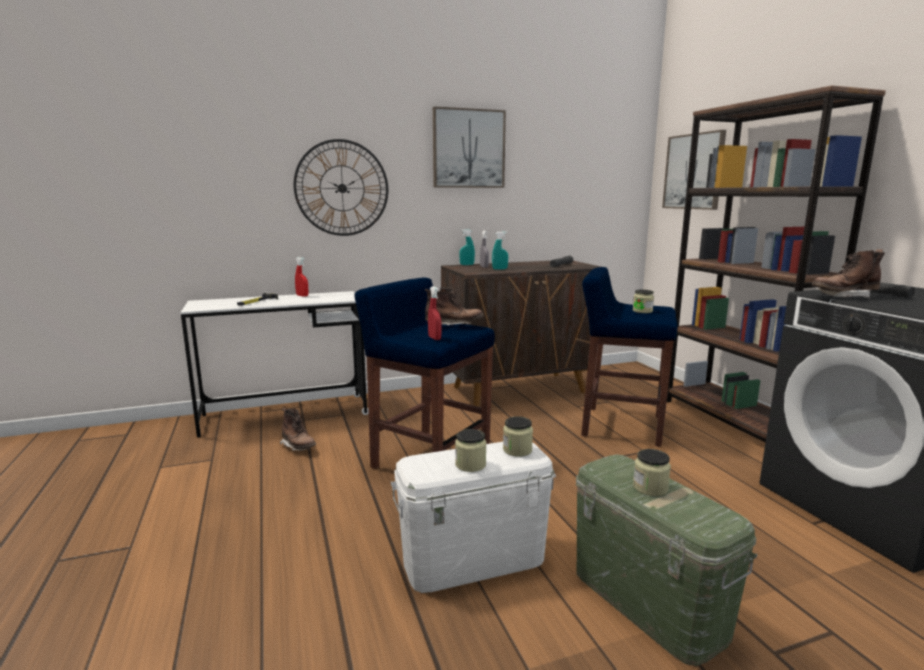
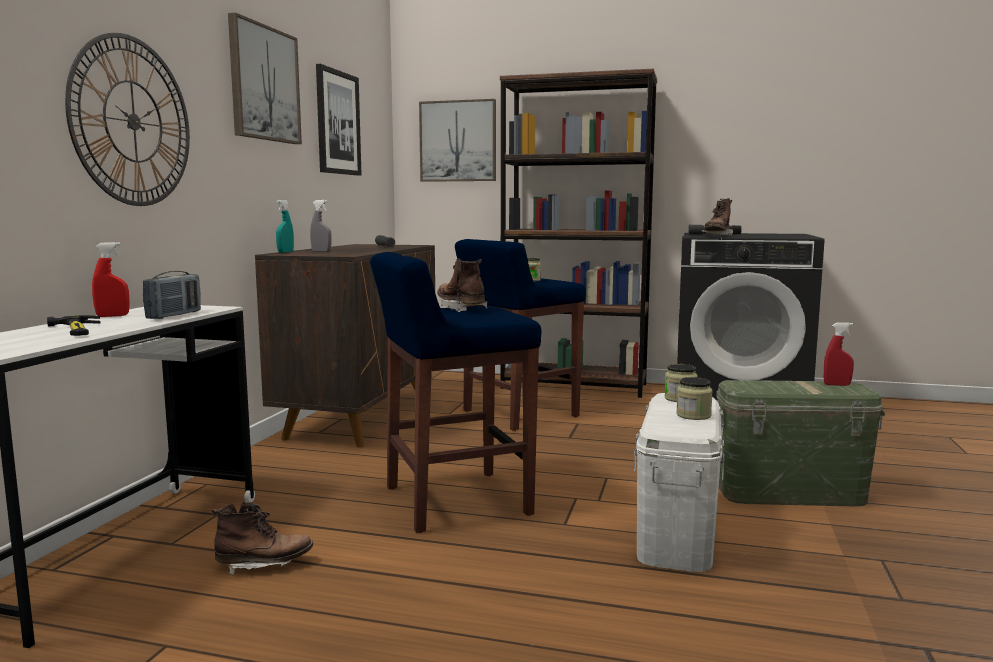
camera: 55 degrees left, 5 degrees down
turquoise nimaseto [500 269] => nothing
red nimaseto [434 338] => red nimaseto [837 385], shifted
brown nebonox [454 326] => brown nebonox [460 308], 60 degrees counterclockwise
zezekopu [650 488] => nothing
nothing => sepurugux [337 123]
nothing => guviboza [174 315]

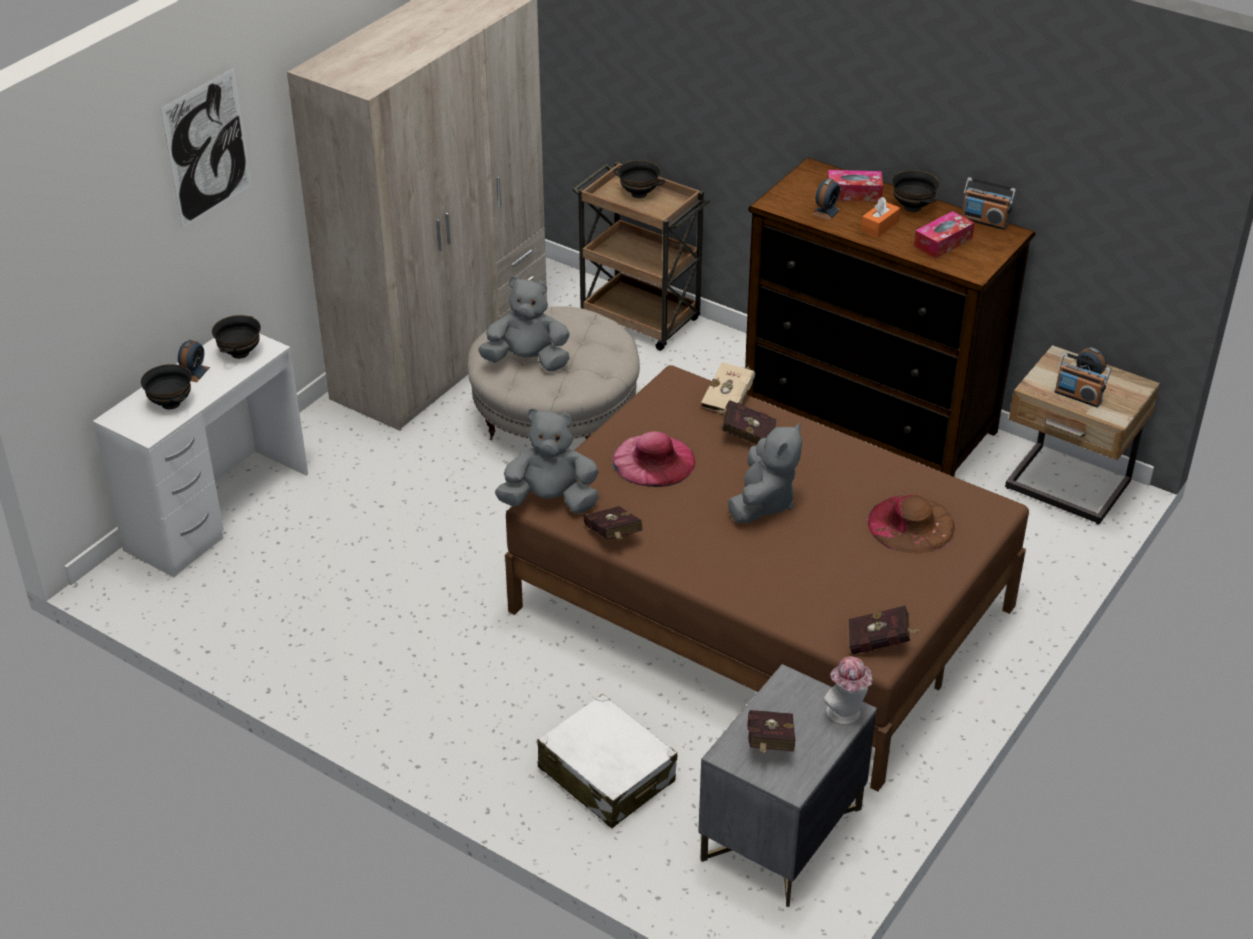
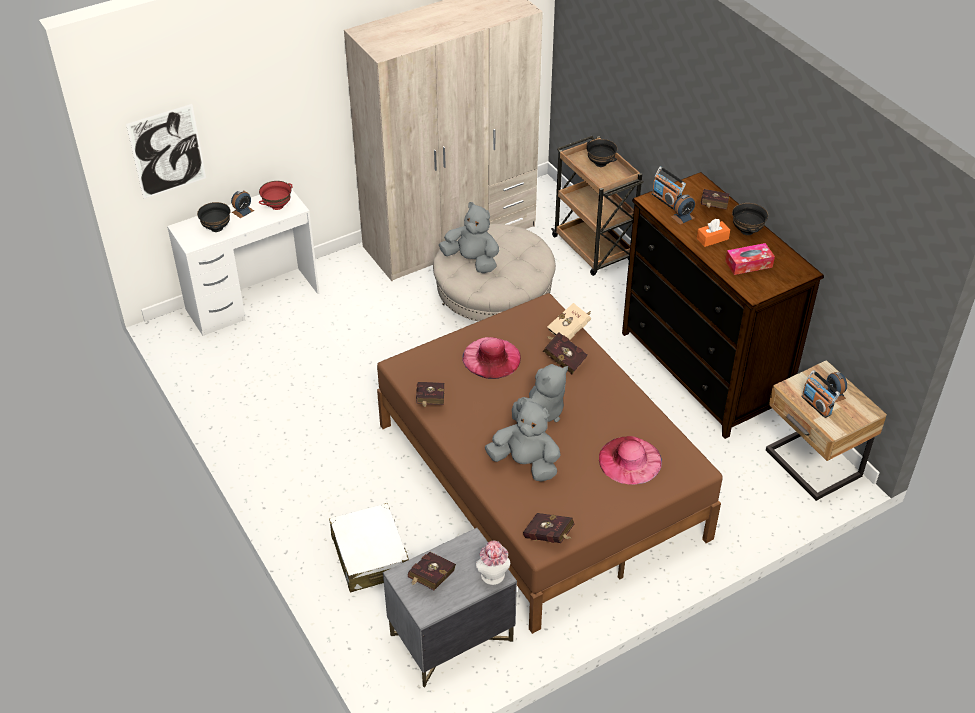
camera: 25 degrees right, 5 degrees up
sepurugux [207 148] => sepurugux [167 151], shifted
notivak [854 193] => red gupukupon [713 208]
guviboza [984 221] => guviboza [666 200], shifted
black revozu [240 353] => red revozu [277 206]
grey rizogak [550 501] => grey rizogak [525 464], shifted
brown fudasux [911 524] => pink fudasux [630 460]

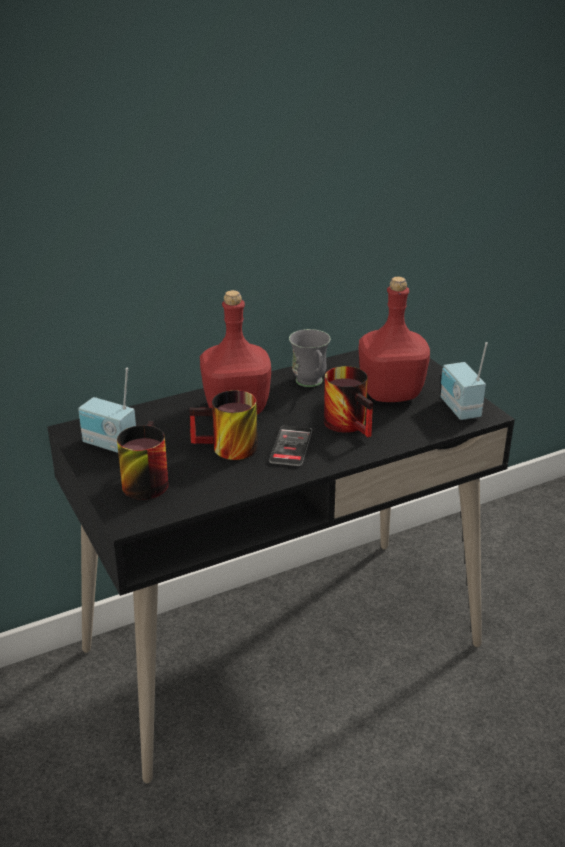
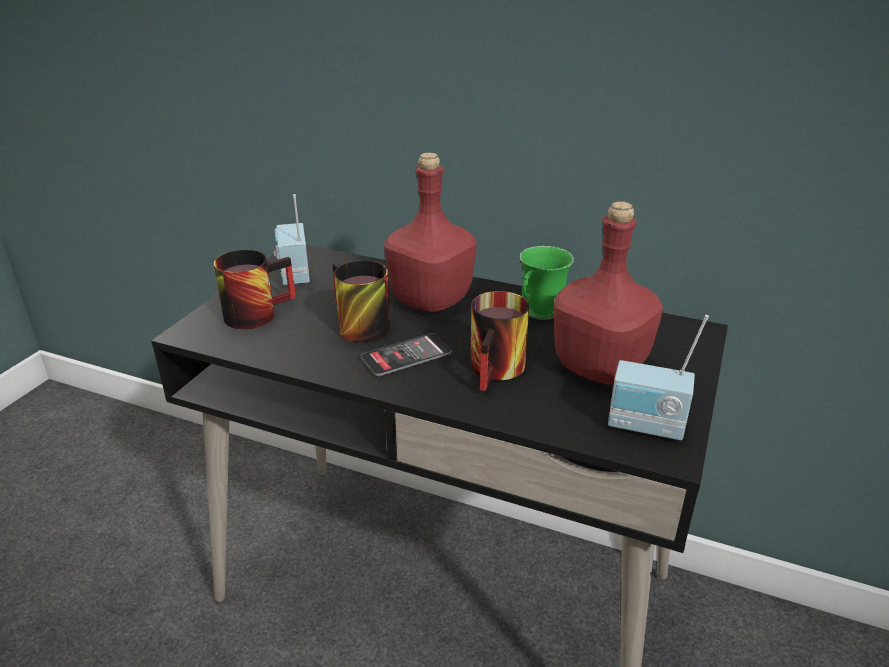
camera: 50 degrees right, 0 degrees up
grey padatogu [311 384] => green padatogu [537 315]
guviboza [458 409] => guviboza [645 427], 105 degrees counterclockwise

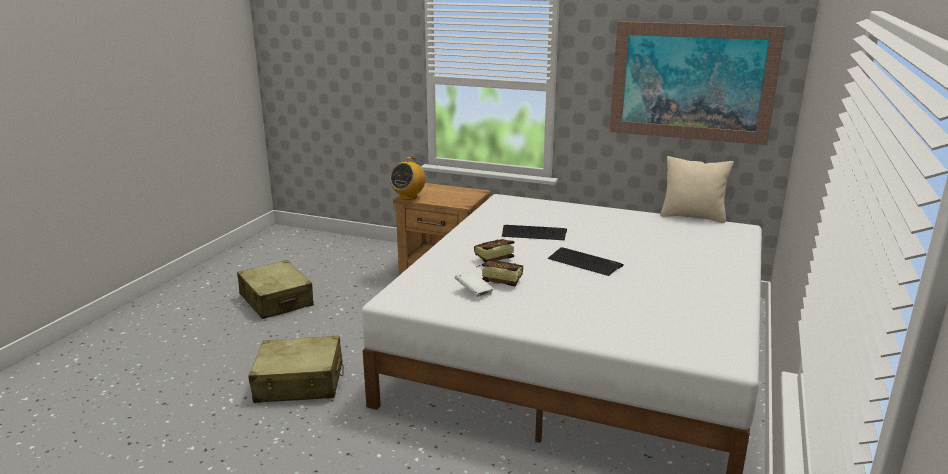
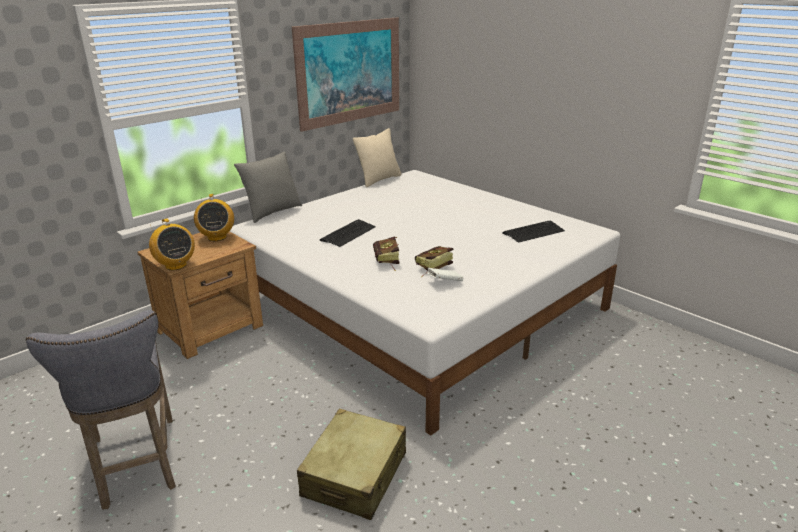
camera: 65 degrees left, 5 degrees up
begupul [584 262] => begupul [533 232], shifted
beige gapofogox [276 300] => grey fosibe [136 466]
nothing => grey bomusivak [272 212]
nothing => guviboza [217 237]

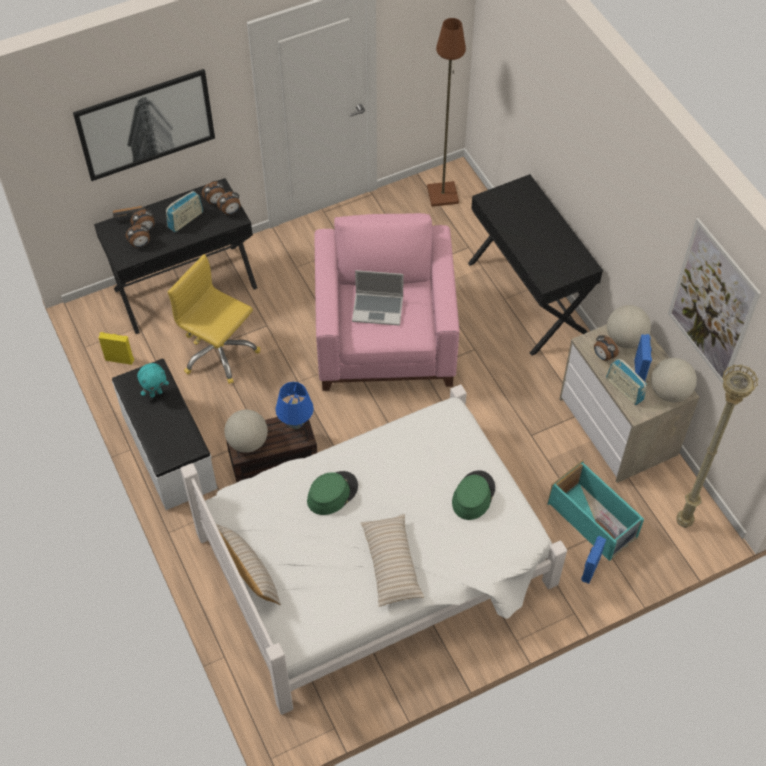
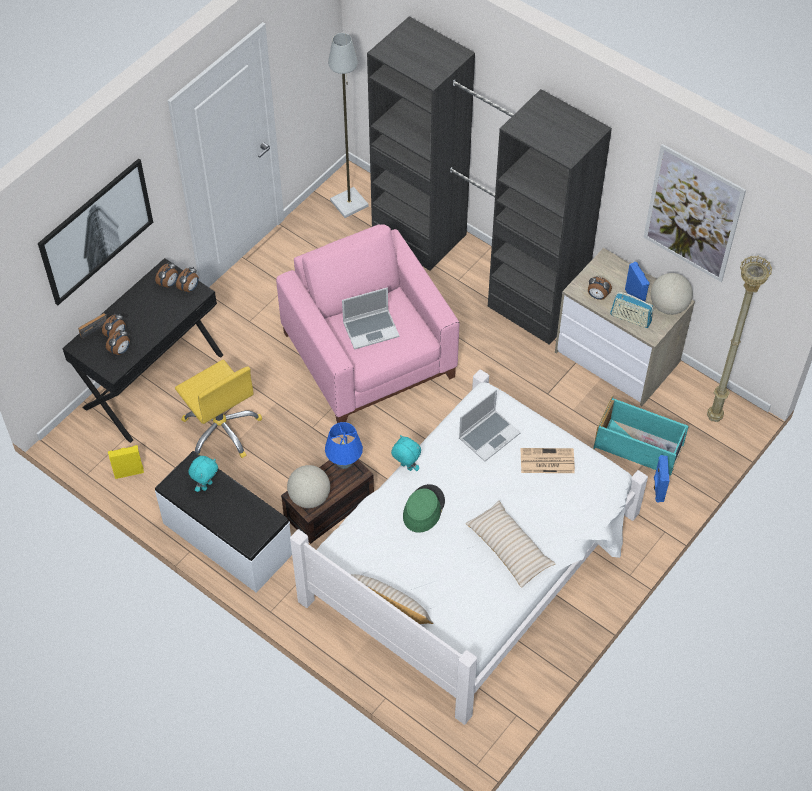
camera: 25 degrees left, 0 degrees up
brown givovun [443 194] => grey givovun [349 203]
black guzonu [527 296] => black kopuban [477 270]
guviboza [185 220] => nothing
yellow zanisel [219 353] => yellow zanisel [222 429], 135 degrees counterclockwise
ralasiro [625 339] => nothing
green fudasux [473 495] => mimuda [546 461]
nothing => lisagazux [489 435]
nothing => turquoise rizogak [406 467]

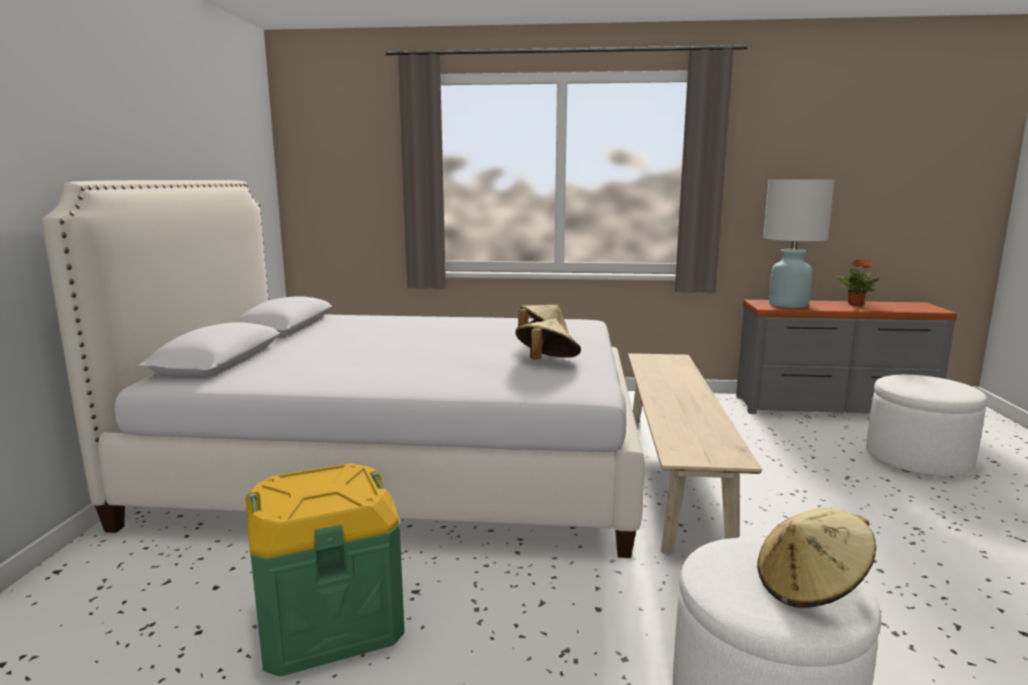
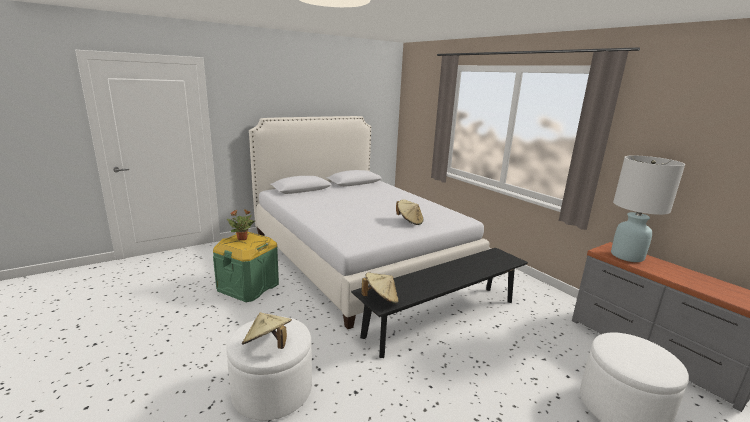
camera: 50 degrees right, 5 degrees up
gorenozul [855 304] => gorenozul [242 238], shifted
beige fudasux [546 362] => beige fudasux [381 299], shifted
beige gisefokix [673 475] => black gisefokix [442 318]

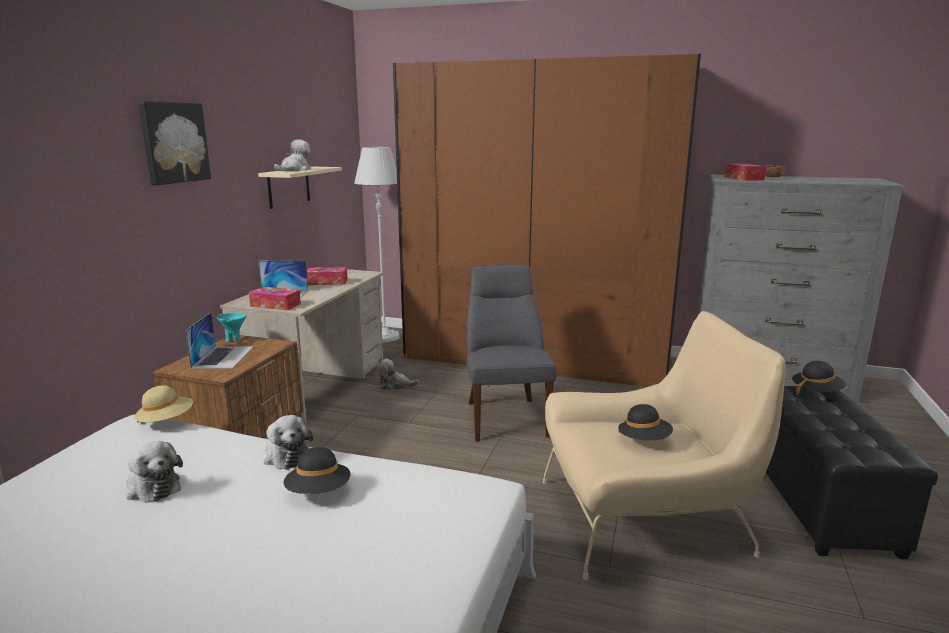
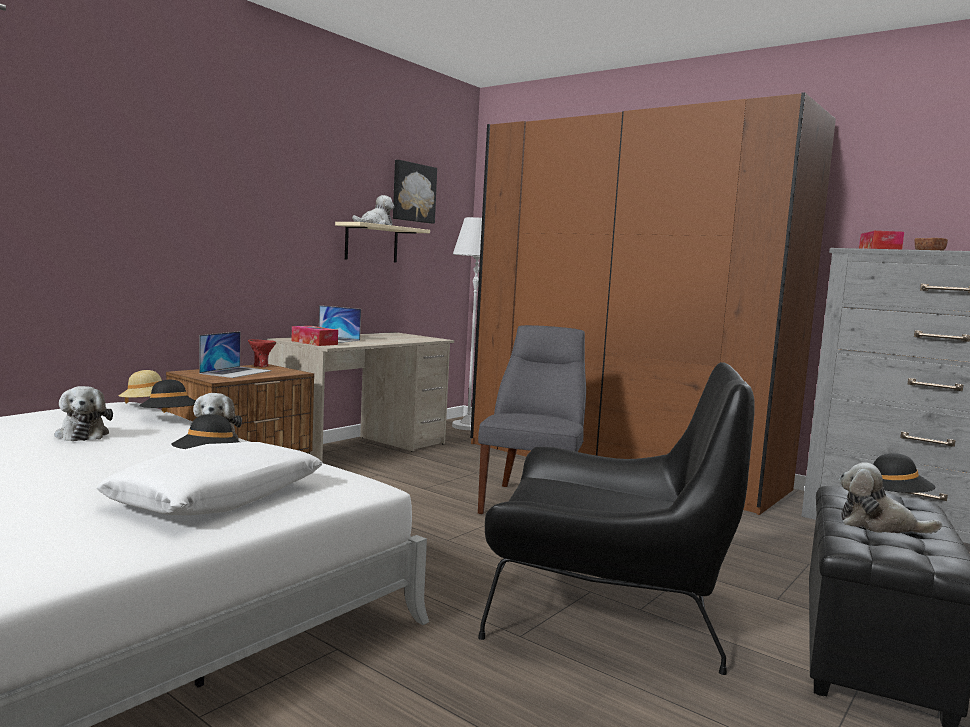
camera: 20 degrees right, 10 degrees down
sepurugux [173 142] => sepurugux [413 192], shifted
notivak [327 282] => nothing
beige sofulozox [643 518] => black sofulozox [606 609]
turquoise revozu [234 340] => red revozu [261 366]
rizogak [395 385] => rizogak [878 525], shifted
black fudasux [644 440] => black fudasux [169 418], shifted
nothing => white bomusivak [218 497]

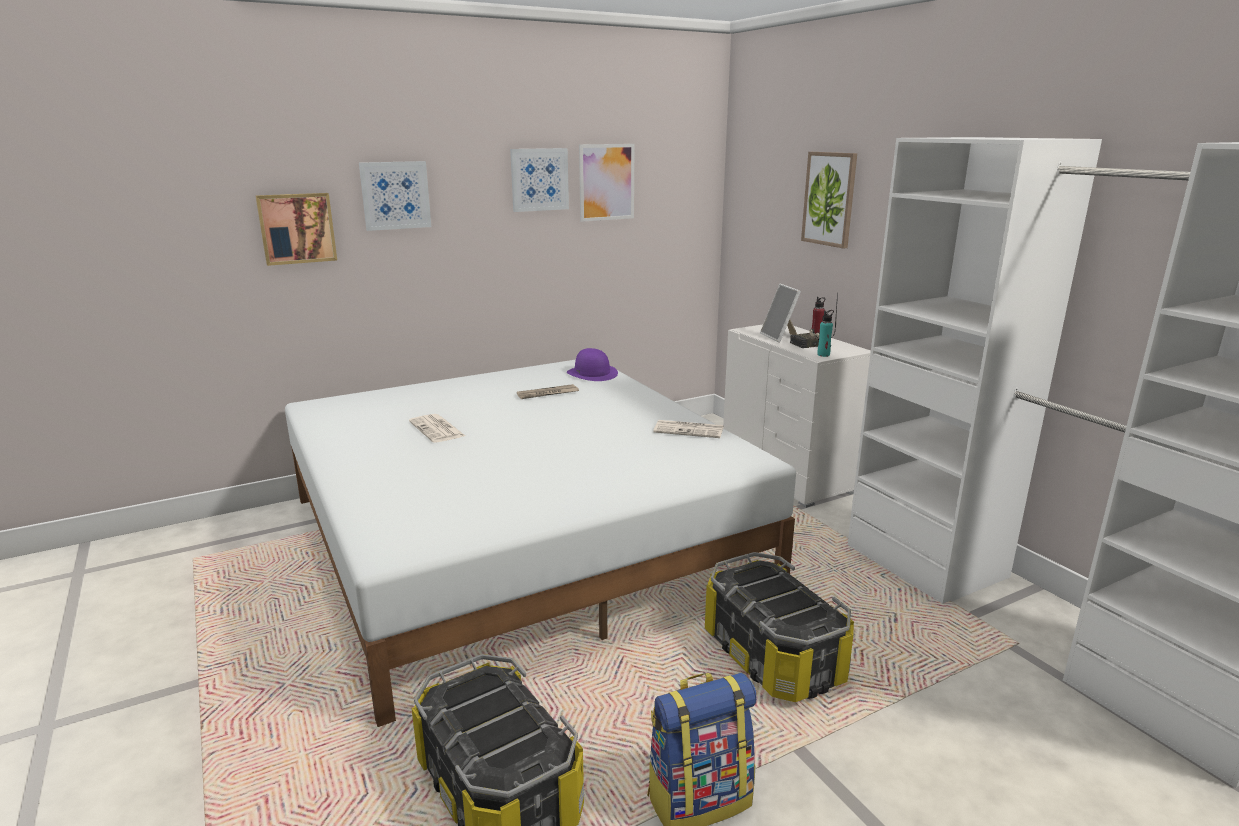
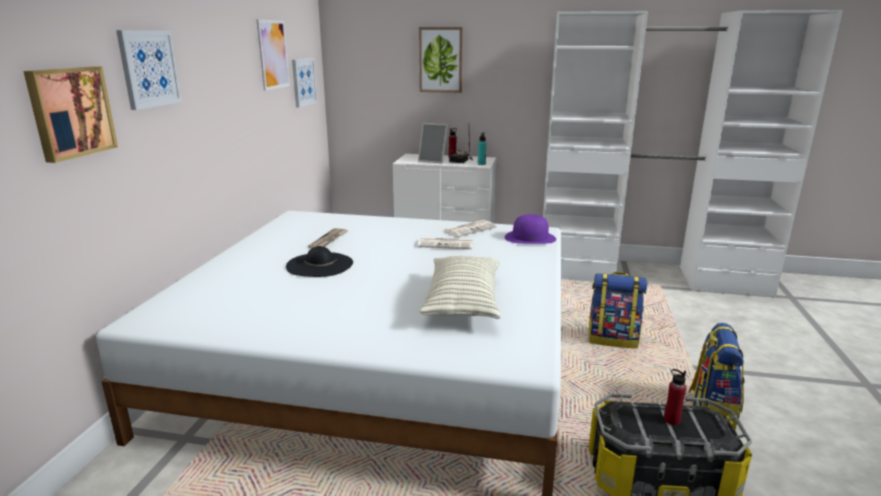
camera: 50 degrees left, 0 degrees up
sepurugux [539 179] => sepurugux [303 82], shifted
purple fudasux [592 373] => purple fudasux [530 238], shifted
mimuda [438 429] => mimuda [446 244], shifted
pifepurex [773 656] => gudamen [613 339]
nothing => black fudasux [319 265]
nothing => bomusivak [463 302]
nothing => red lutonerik [671 420]

